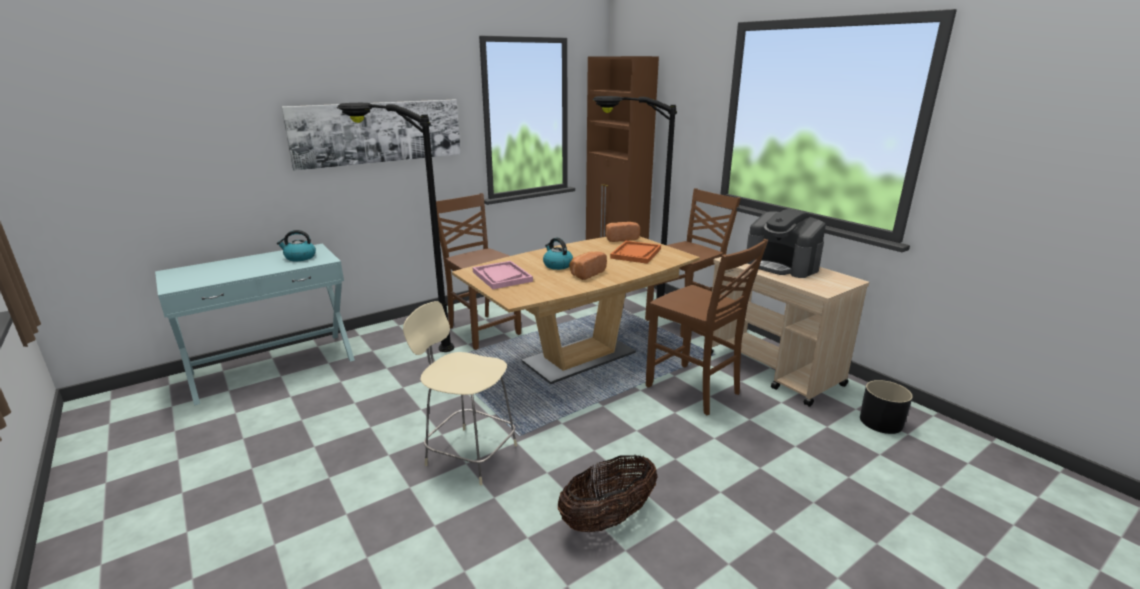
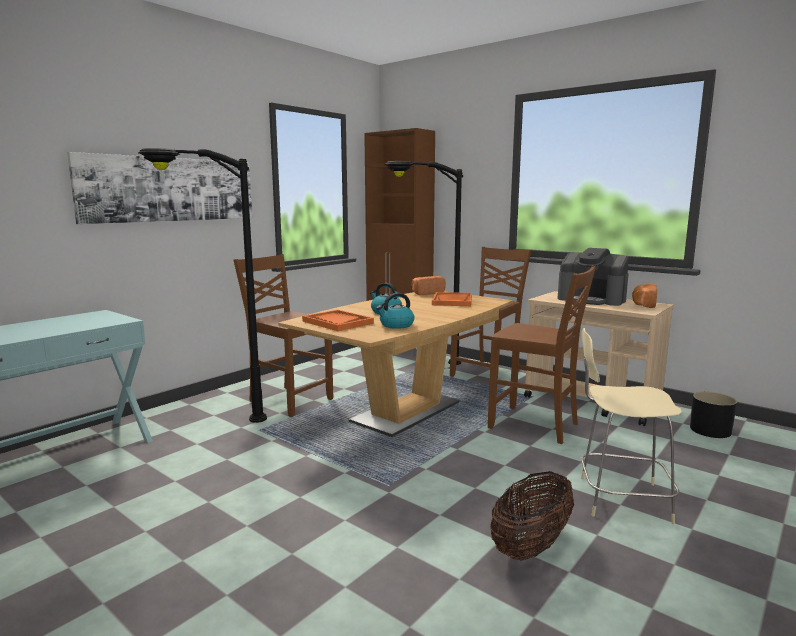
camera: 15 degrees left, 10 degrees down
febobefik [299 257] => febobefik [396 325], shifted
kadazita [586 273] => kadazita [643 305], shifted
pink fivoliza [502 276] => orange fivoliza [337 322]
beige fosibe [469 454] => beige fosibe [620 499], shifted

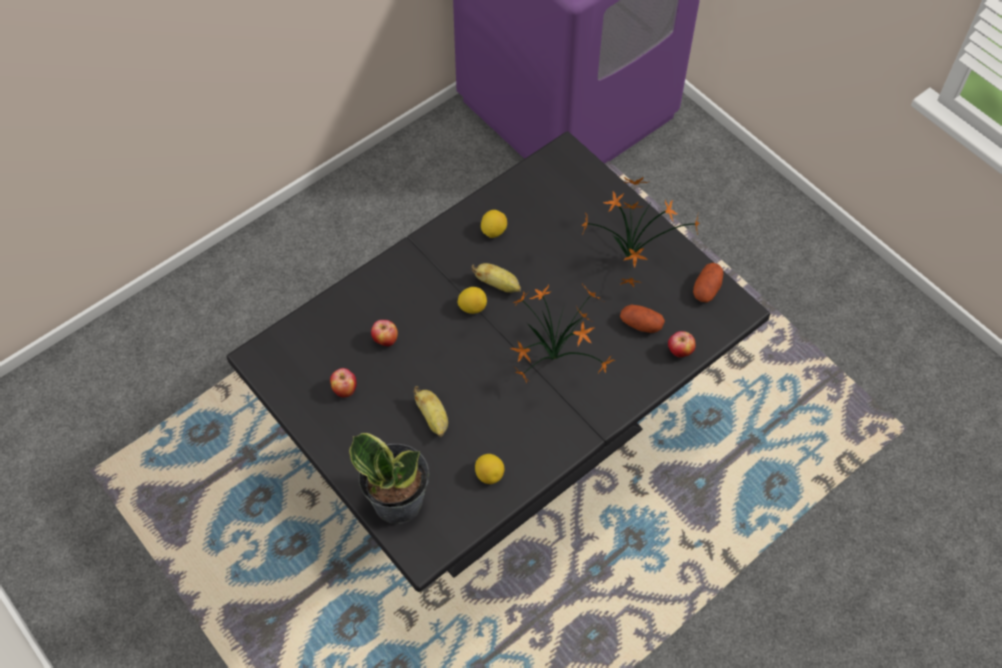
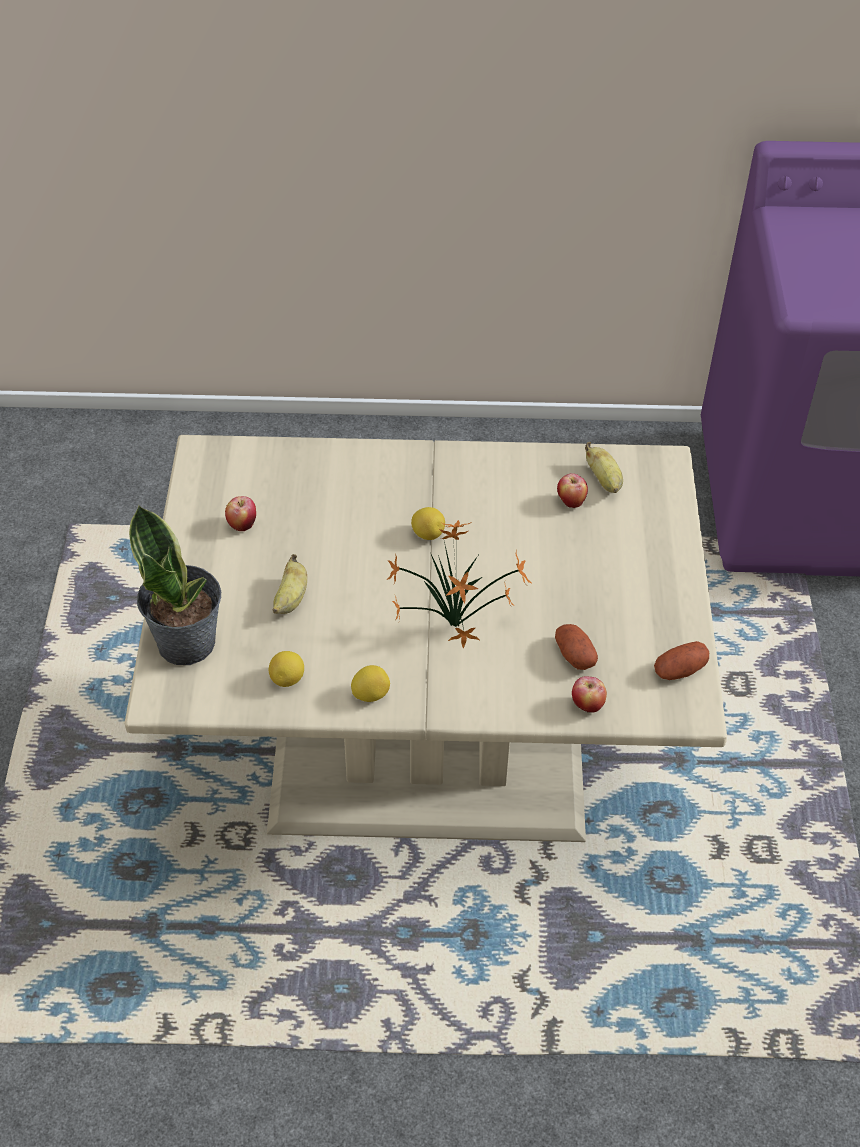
camera: 40 degrees right, 10 degrees down
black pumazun [501 449] => beige pumazun [427 757]
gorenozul [629 256] => nothing
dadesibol [493 231] => dadesibol [370 694], shifted
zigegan [498 285] => zigegan [604 480], shifted
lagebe [385 340] => lagebe [570 502], shifted

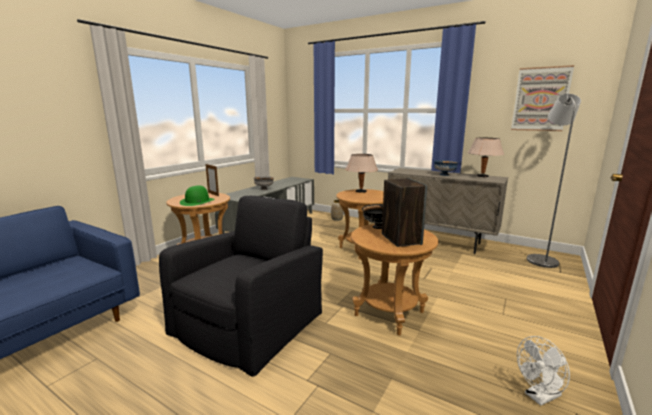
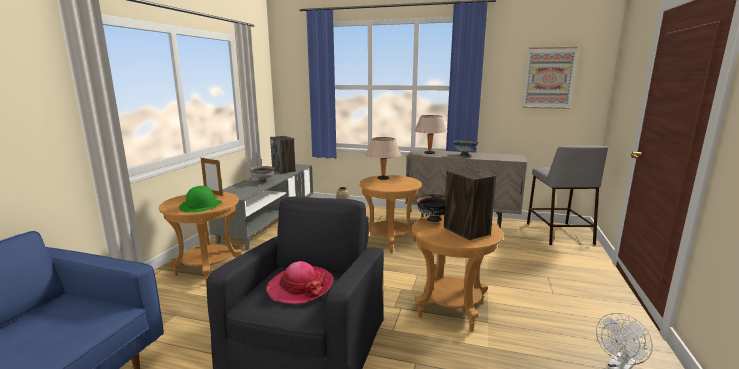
camera: 15 degrees left, 0 degrees up
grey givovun [540 259] => grey fosibe [558 233]
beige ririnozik [482 176] => beige ririnozik [429 153], shifted
nothing => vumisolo [284 170]
nothing => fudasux [300 287]

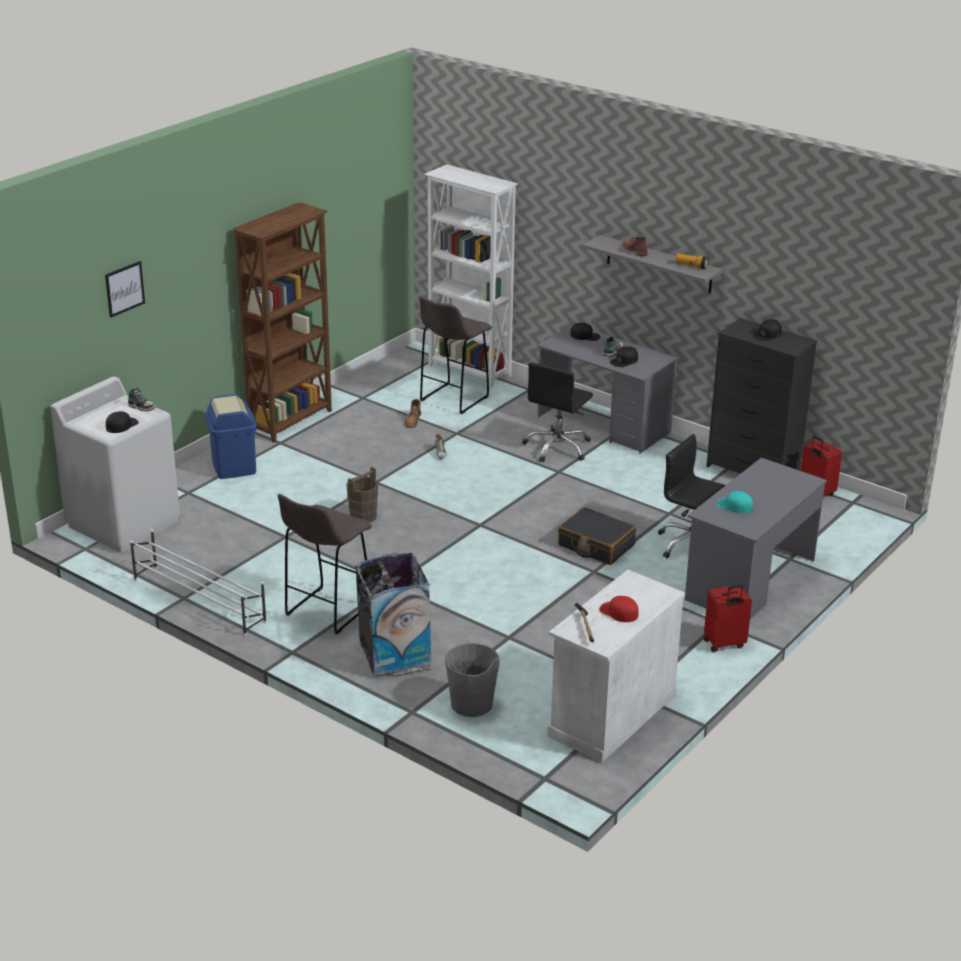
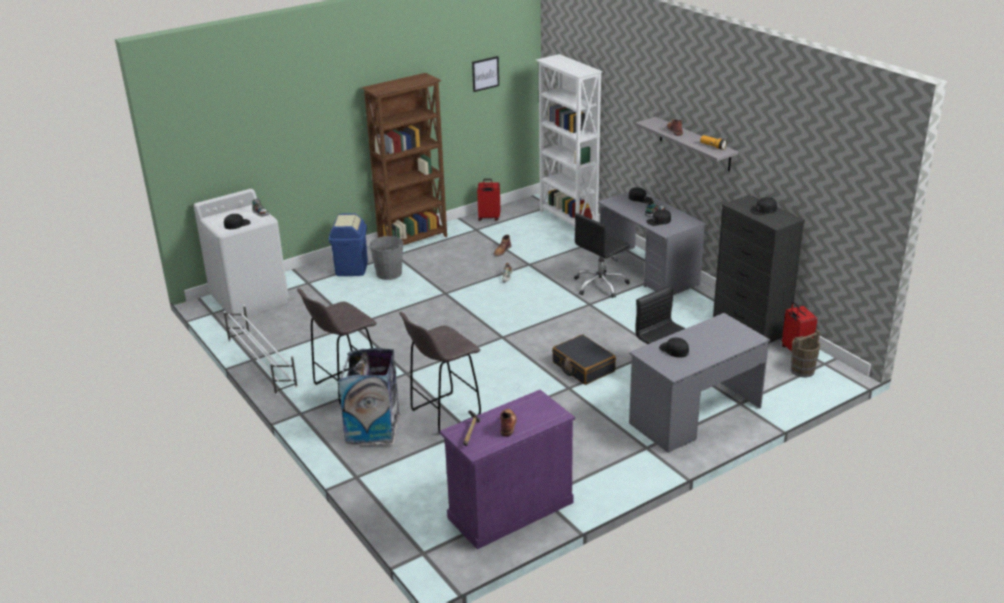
camera: 20 degrees right, 0 degrees up
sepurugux [124 289] => sepurugux [485 73], shifted
grey fosibe [453 399] => grey fosibe [443 414], shifted
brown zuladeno [363 516] => brown zuladeno [802 371], shifted
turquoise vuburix [734 505] => black vuburix [674 350]
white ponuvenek [612 715] => purple ponuvenek [510 510]
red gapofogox [724 644] => red gapofogox [489 218], shifted
red vuburix [619 612] => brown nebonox [507 424]
grey zuladeno [471 704] => grey zuladeno [389 273], shifted

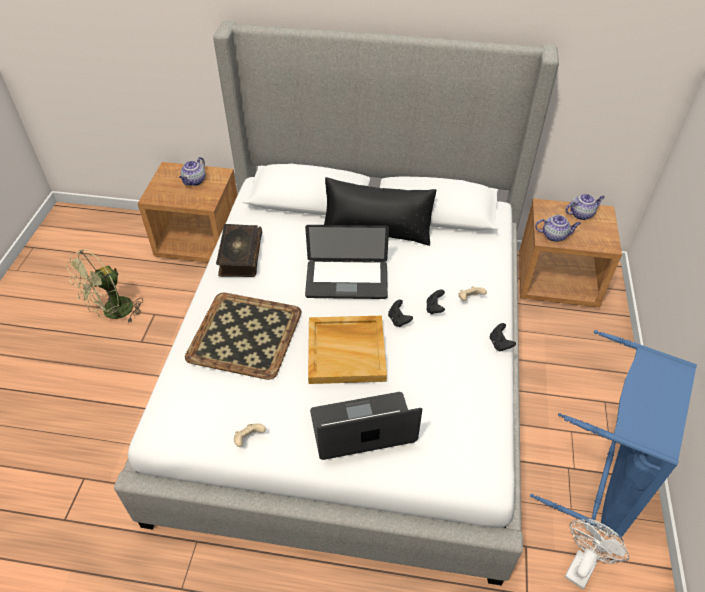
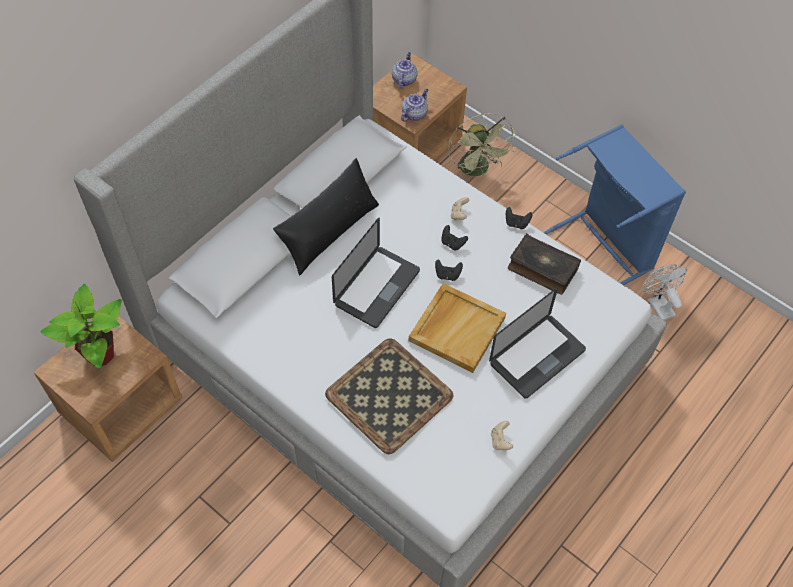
camera: 60 degrees left, 10 degrees up
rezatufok [194 181] => gorenozul [100 353]
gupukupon [240 256] => gupukupon [542 269], shifted
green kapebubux [113 313] => green kapebubux [477 170], shifted
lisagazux [362 427] => lisagazux [537 357], 150 degrees counterclockwise

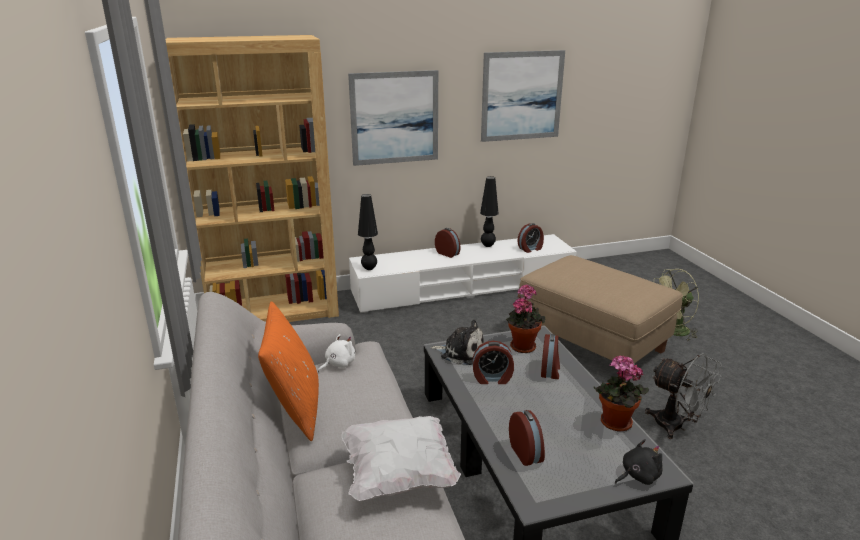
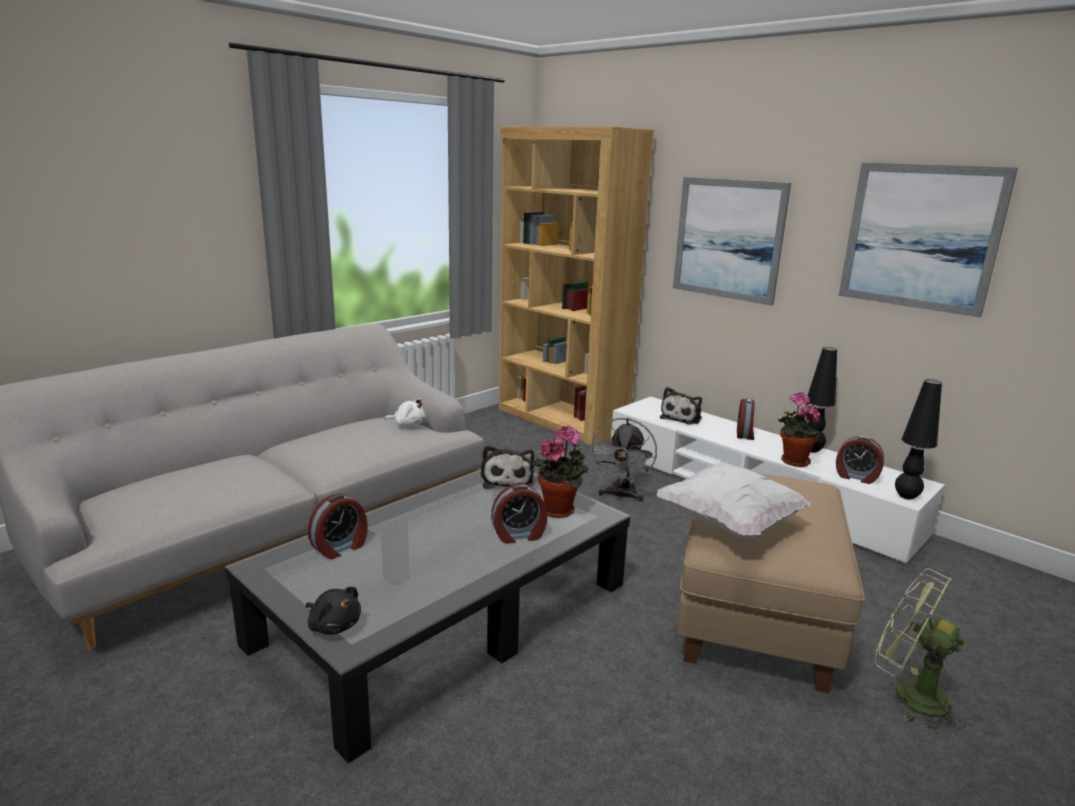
camera: 60 degrees right, 5 degrees down
black ririnozik [369 268] => black ririnozik [906 496], shifted
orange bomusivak [295 409] => nothing
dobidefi [492 378] => nothing
grey kapebubux [676 426] => grey kapebubux [621 496], shifted
gorenozul [614 424] => gorenozul [792 461], shifted
white bomusivak [399 475] => white bomusivak [729 523], shifted
nothing => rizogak [682 418]

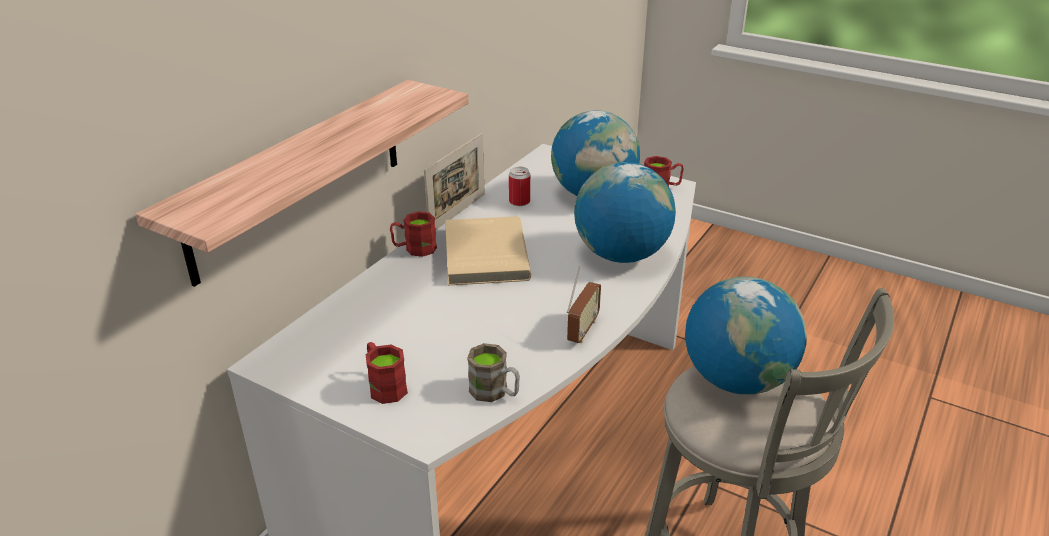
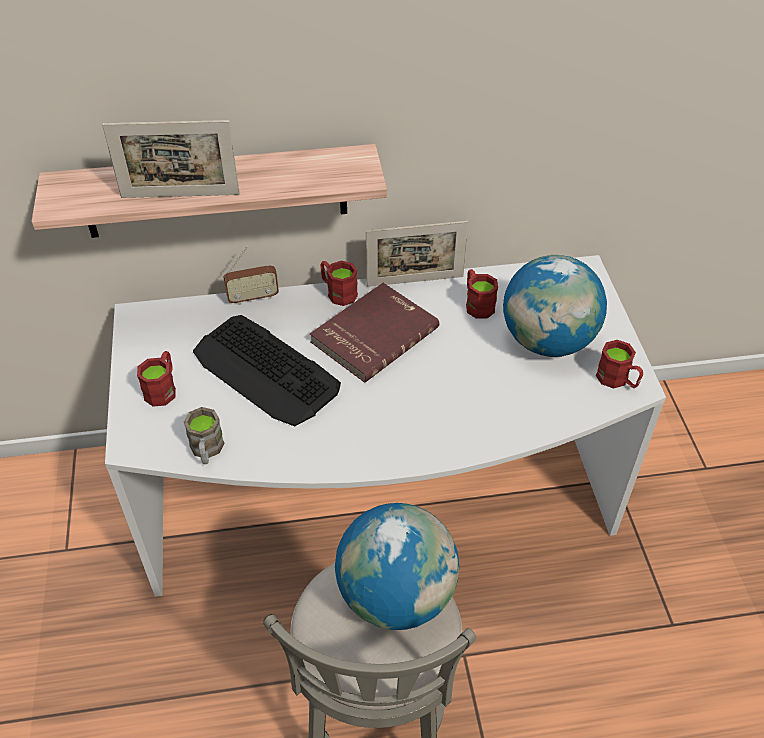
camera: 50 degrees right, 15 degrees up
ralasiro [621 255] => nothing
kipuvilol [519 202] => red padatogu [477 304]
beige gupukupon [483 254] => red gupukupon [373 334]
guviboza [582 330] => guviboza [253 298], shifted
nothing => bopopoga [180 196]
nothing => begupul [266 371]

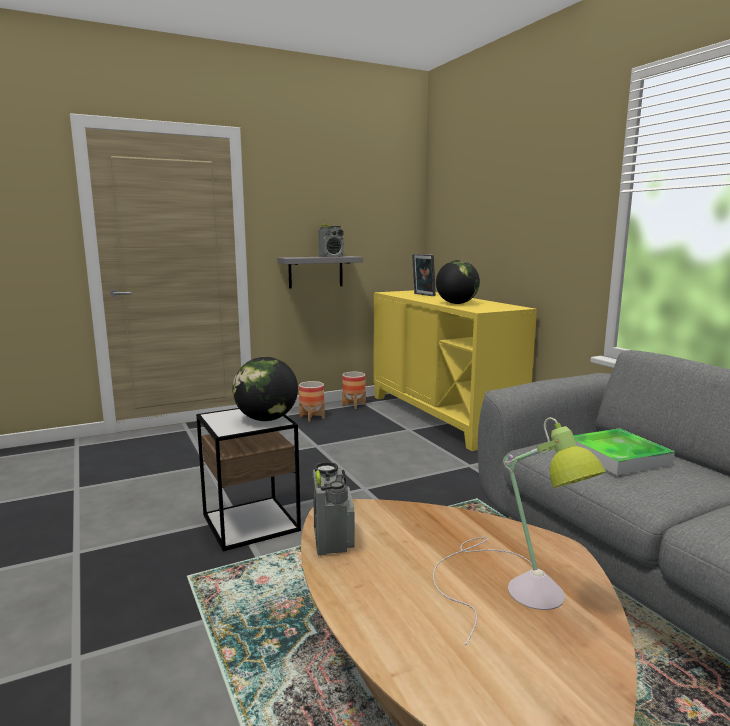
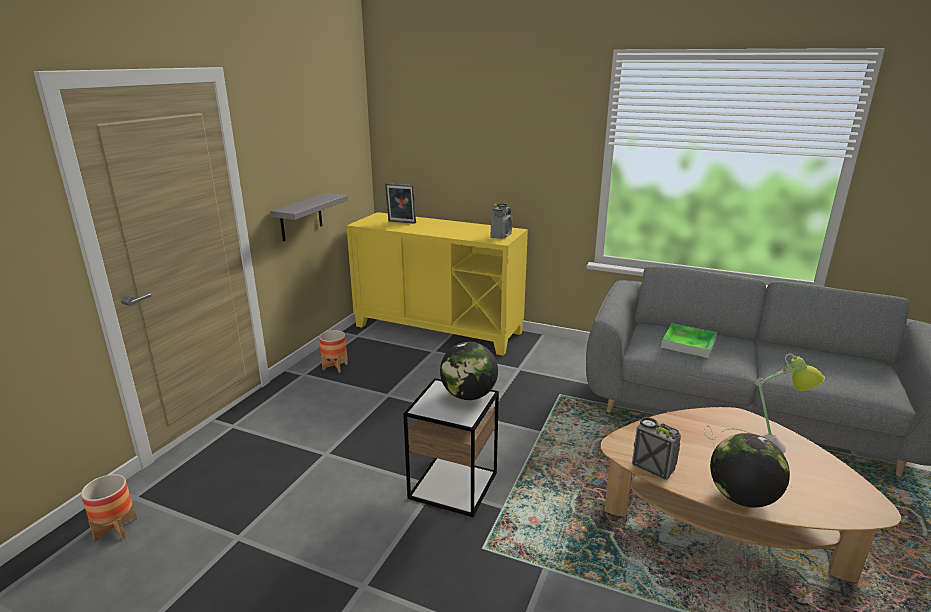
camera: 40 degrees left, 10 degrees up
guviboza [331 256] => guviboza [501 235], shifted
ralasiro [456 303] => ralasiro [742 498], shifted
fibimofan [354 405] => fibimofan [116 529], shifted

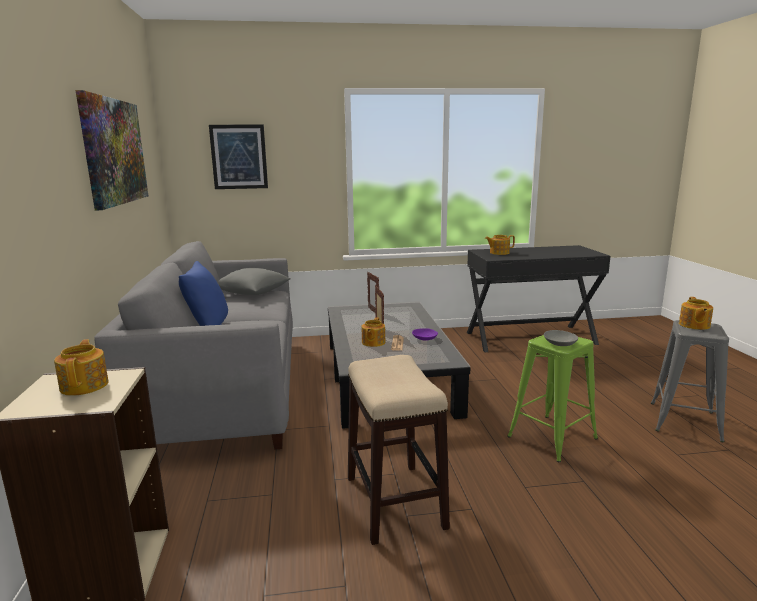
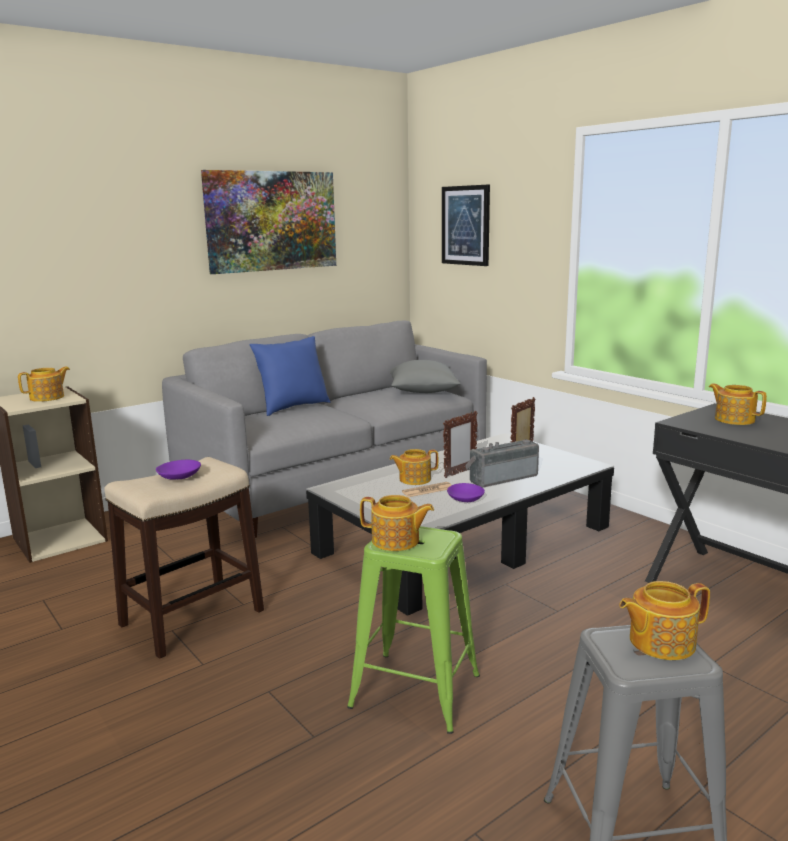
camera: 60 degrees right, 0 degrees up
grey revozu [560 344] => rezatufok [396 541]
nothing => guviboza [501 478]
nothing => purple revozu [179 477]

